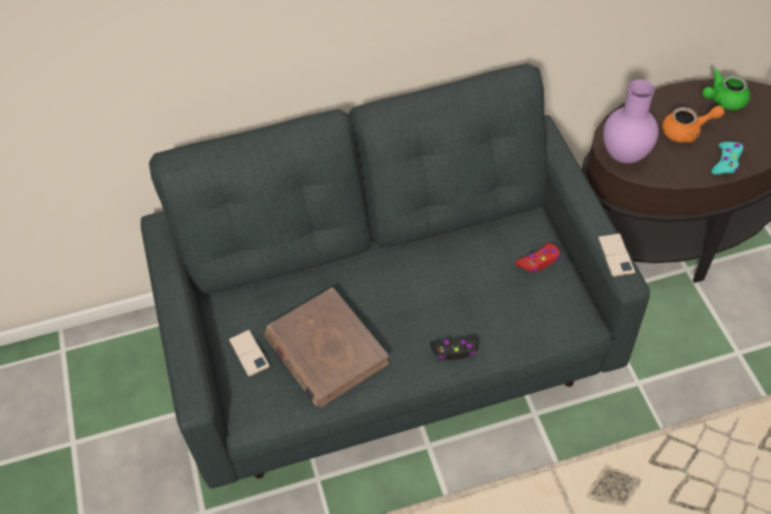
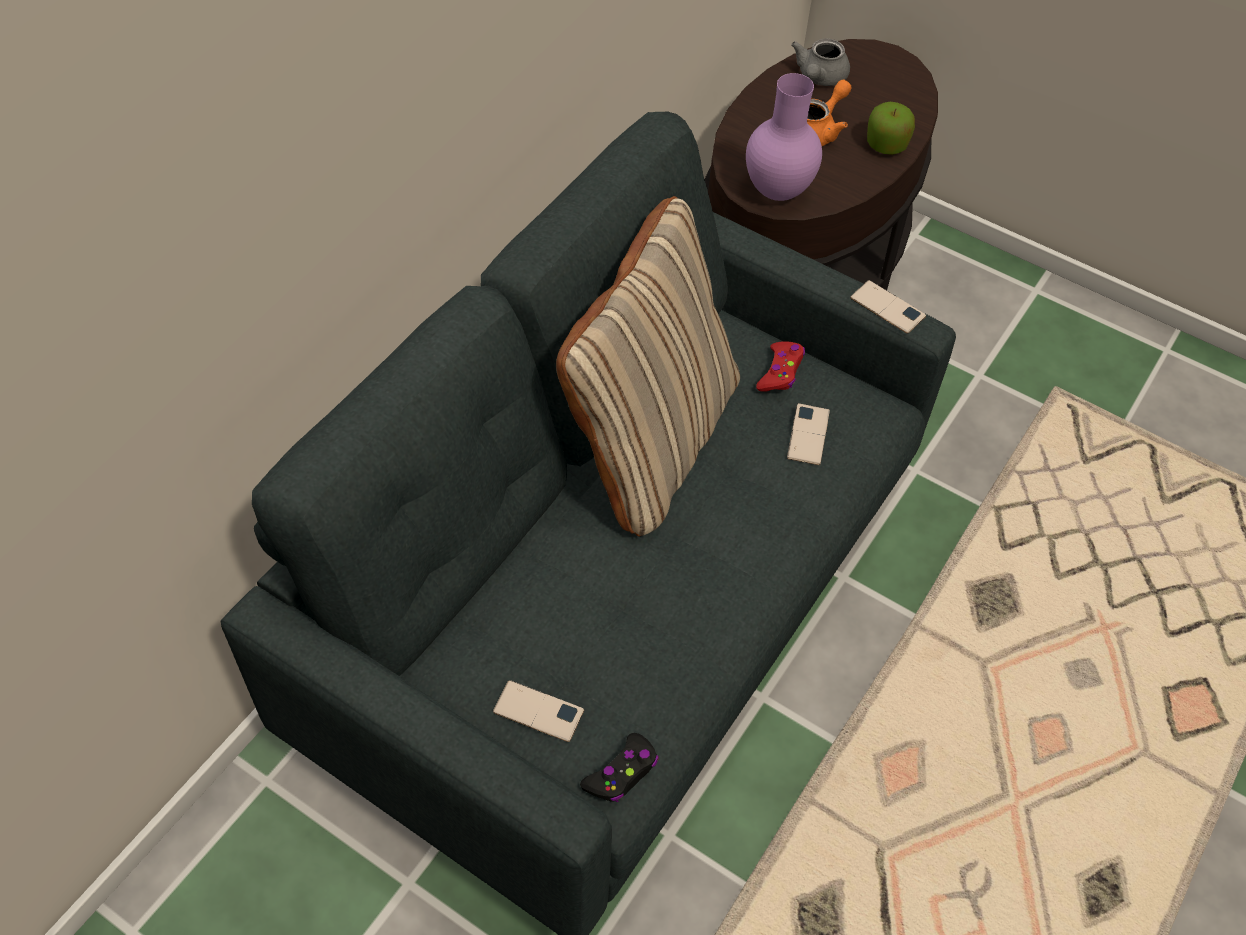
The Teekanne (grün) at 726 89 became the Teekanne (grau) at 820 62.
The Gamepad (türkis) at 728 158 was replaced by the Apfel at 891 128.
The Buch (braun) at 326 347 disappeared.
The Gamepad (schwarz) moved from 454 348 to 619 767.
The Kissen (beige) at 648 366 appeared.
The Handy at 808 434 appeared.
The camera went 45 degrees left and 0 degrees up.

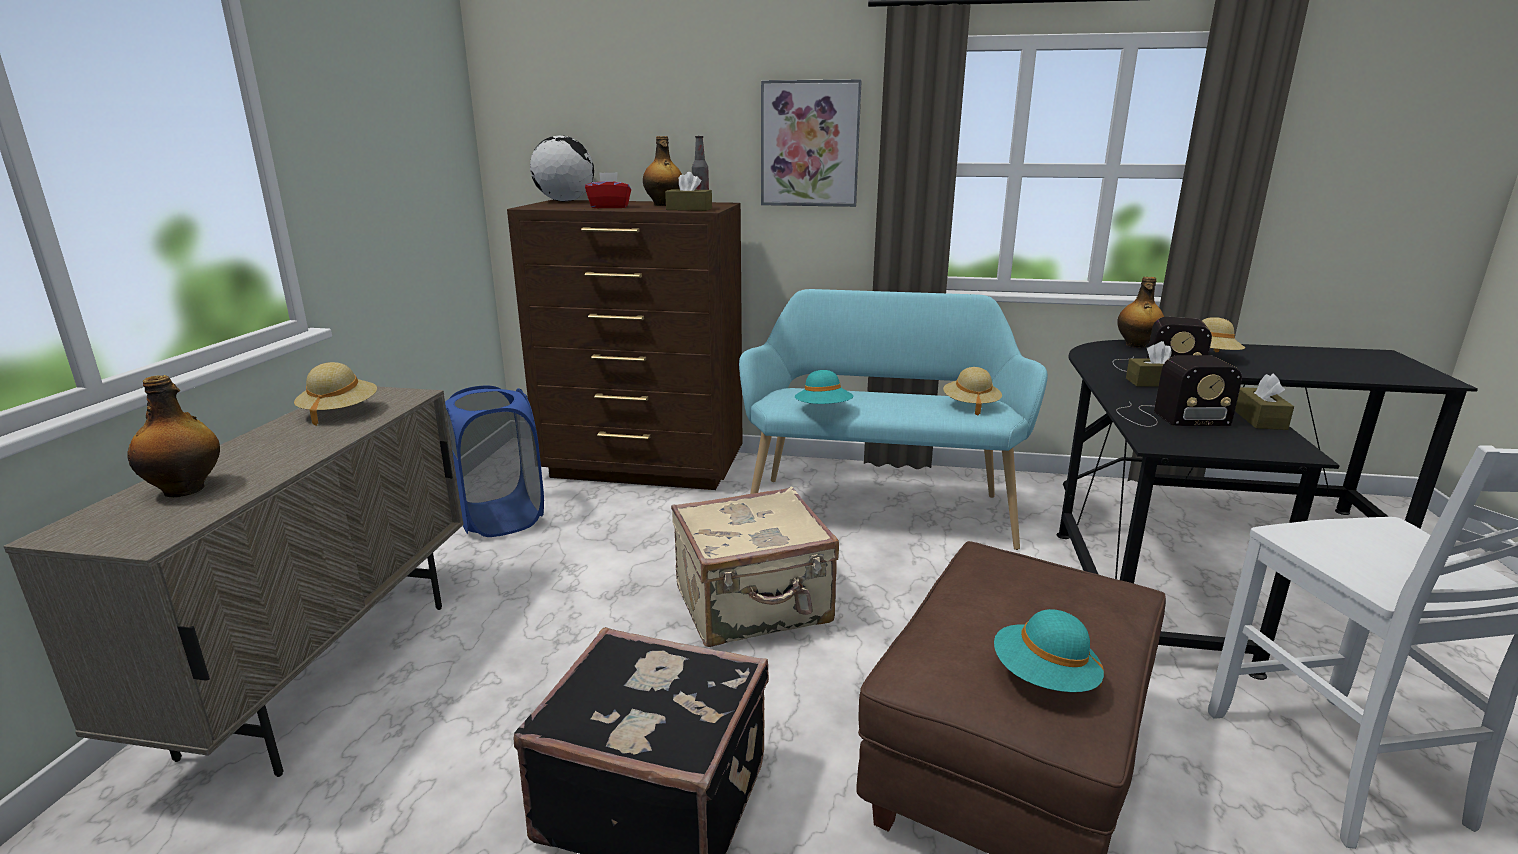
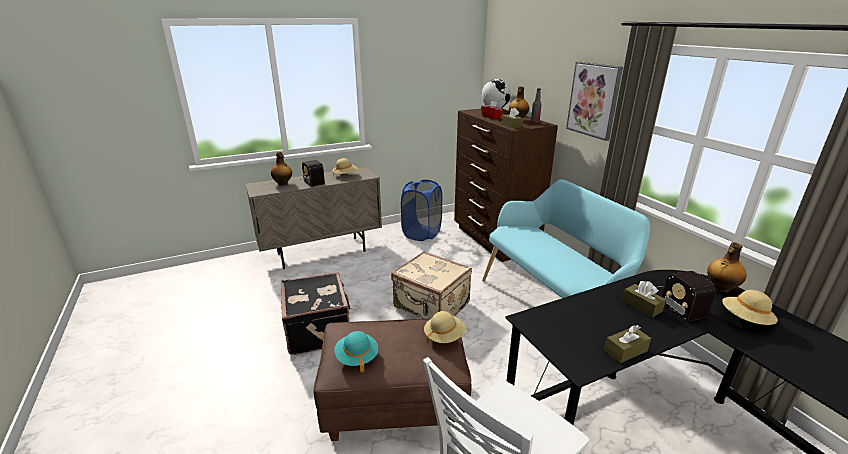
The Radio moved from 1179 391 to 313 173.
The Hut (beige) moved from 972 391 to 444 327.
The Hut (türkis) at 824 387 disappeared.
The camera went 55 degrees right and 5 degrees up.

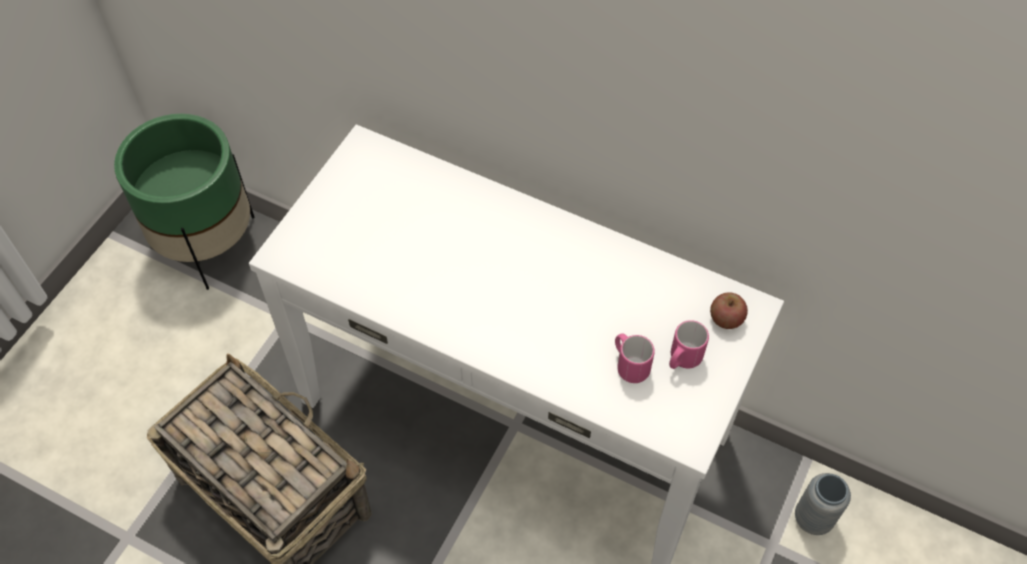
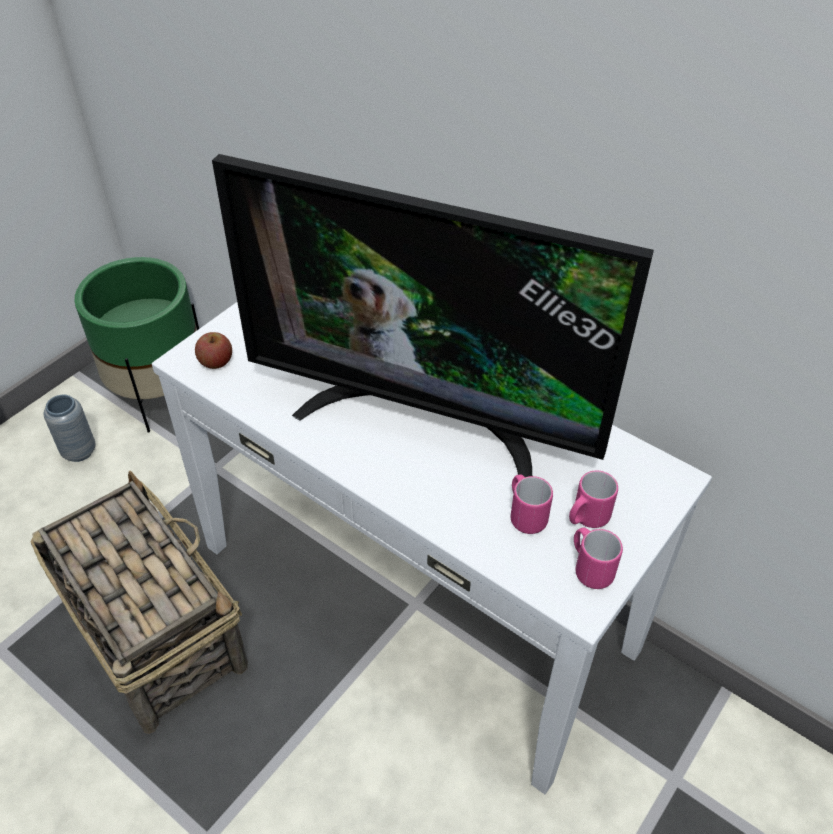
The Apfel moved from 729 310 to 213 350.
The Vase (grau) moved from 823 504 to 69 428.
The Fernseher at 433 315 appeared.
The Henkelbecher (rosa) at 598 558 appeared.
The camera went 10 degrees right and 10 degrees down.

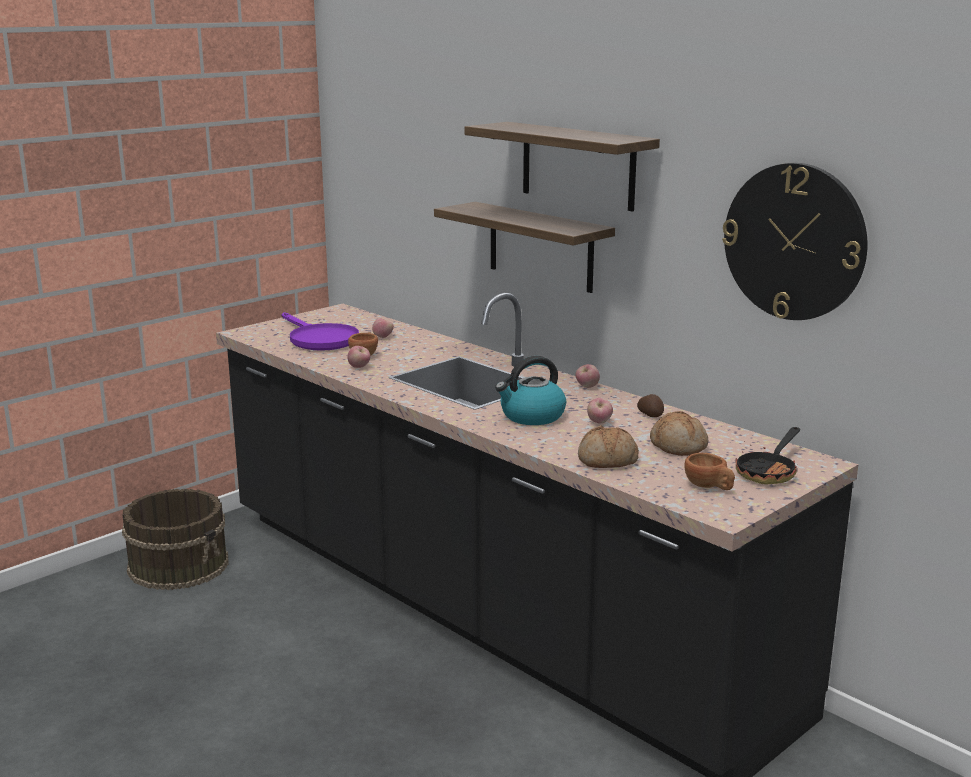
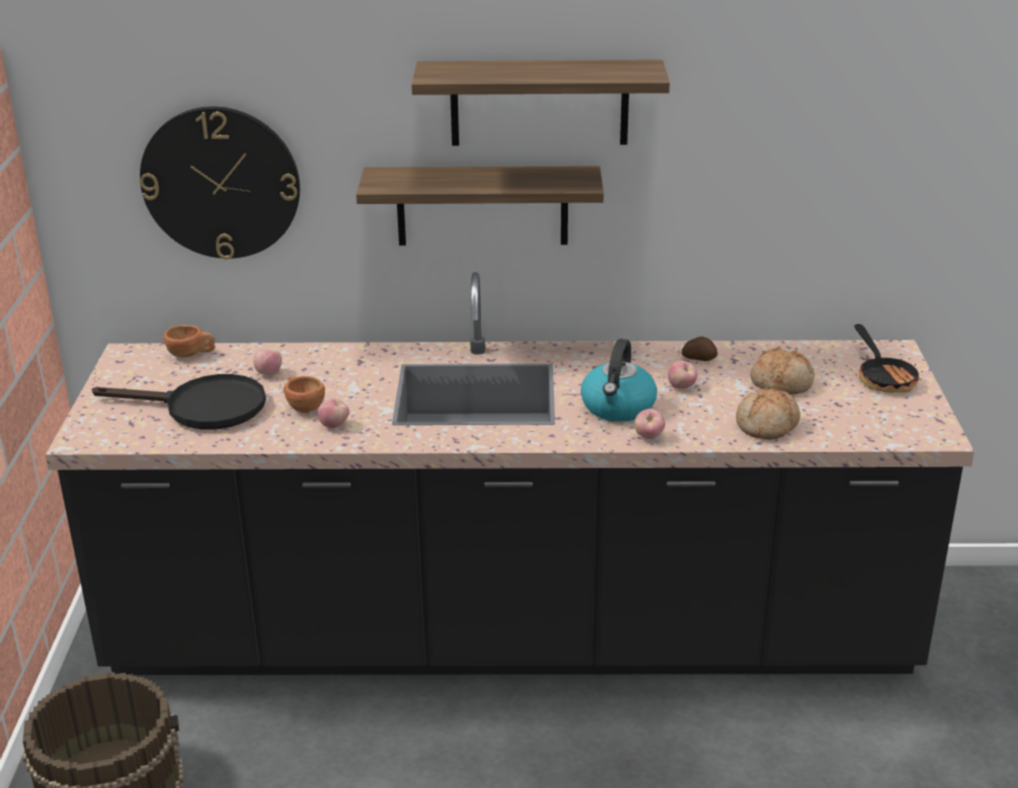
The Wanduhr moved from 794 241 to 220 183.
The Pfanne (lila) at 320 331 became the Pfanne (schwarz) at 179 402.
The Apfel moved from 587 376 to 649 424.
The Tasse (braun) moved from 709 471 to 189 341.
The camera went 45 degrees left and 10 degrees up.

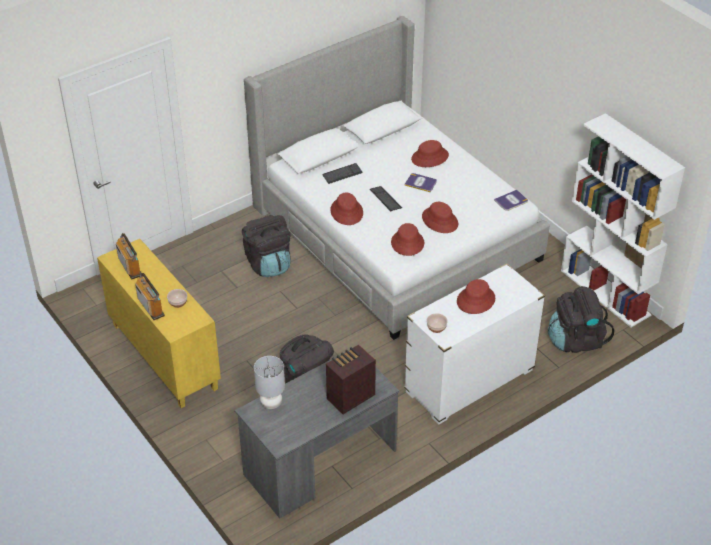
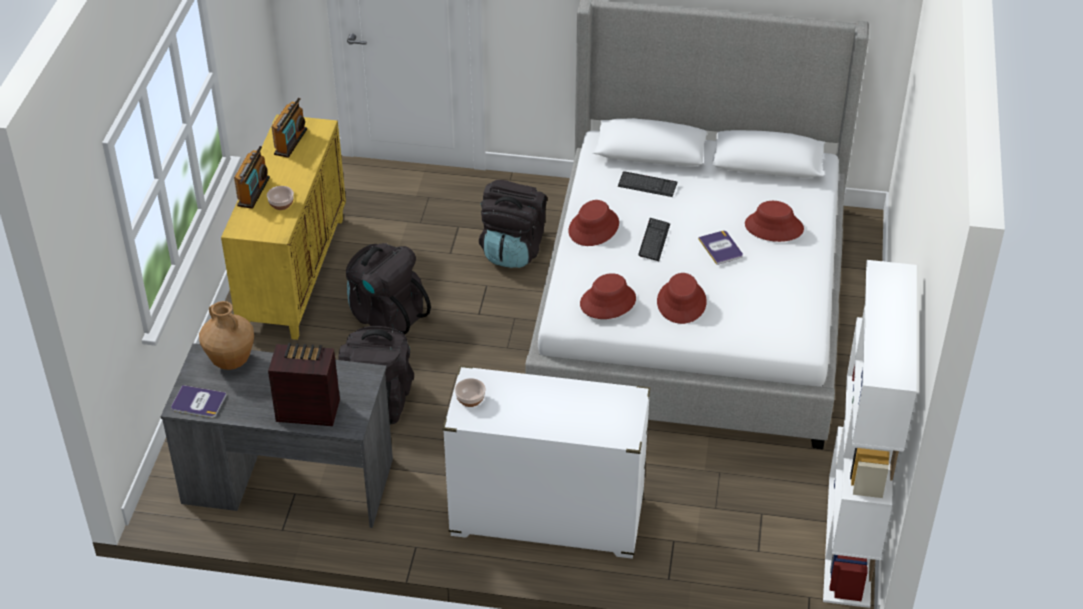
The Buch moved from 511 200 to 199 401.
The Hut (rot) at 476 296 disappeared.
The Rucksack (schwarz) moved from 581 319 to 388 289.
The Tischlampe (grau) at 269 382 was replaced by the Vase (braun) at 226 335.
The camera went 45 degrees right and 0 degrees up.

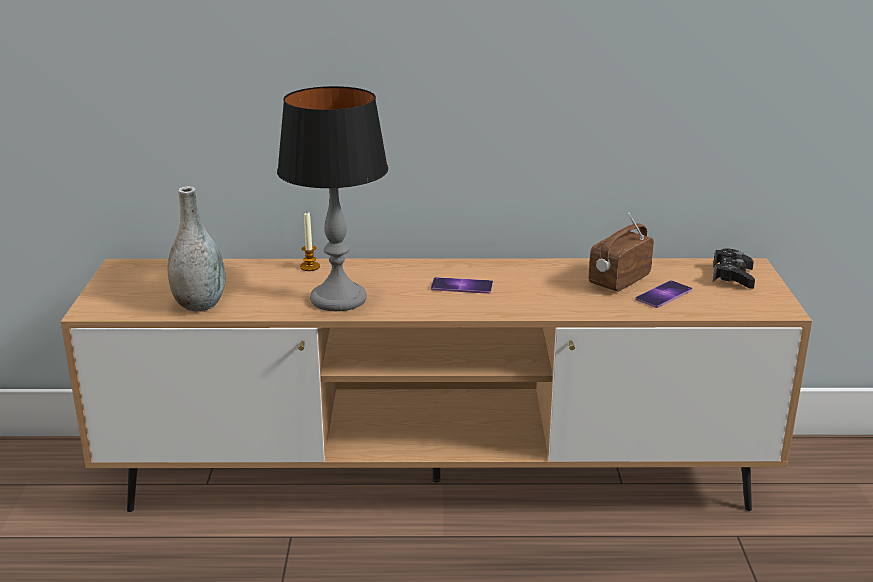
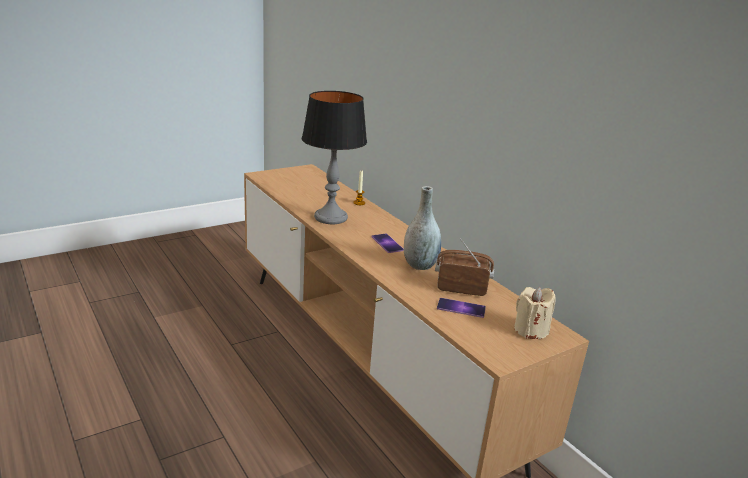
The Vase (grau) moved from 197 249 to 422 228.
The Gamepad (schwarz) at 734 269 was replaced by the Kerze (beige) at 535 313.
The camera went 55 degrees right and 0 degrees up.

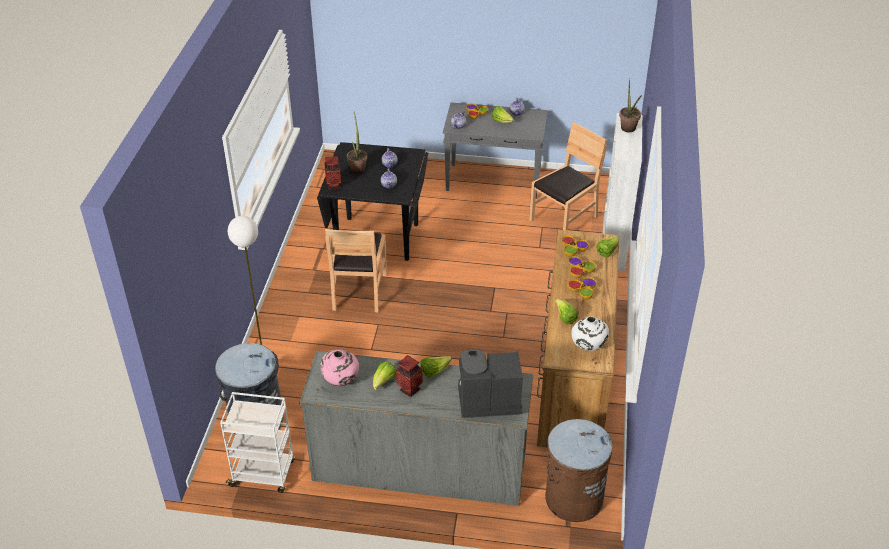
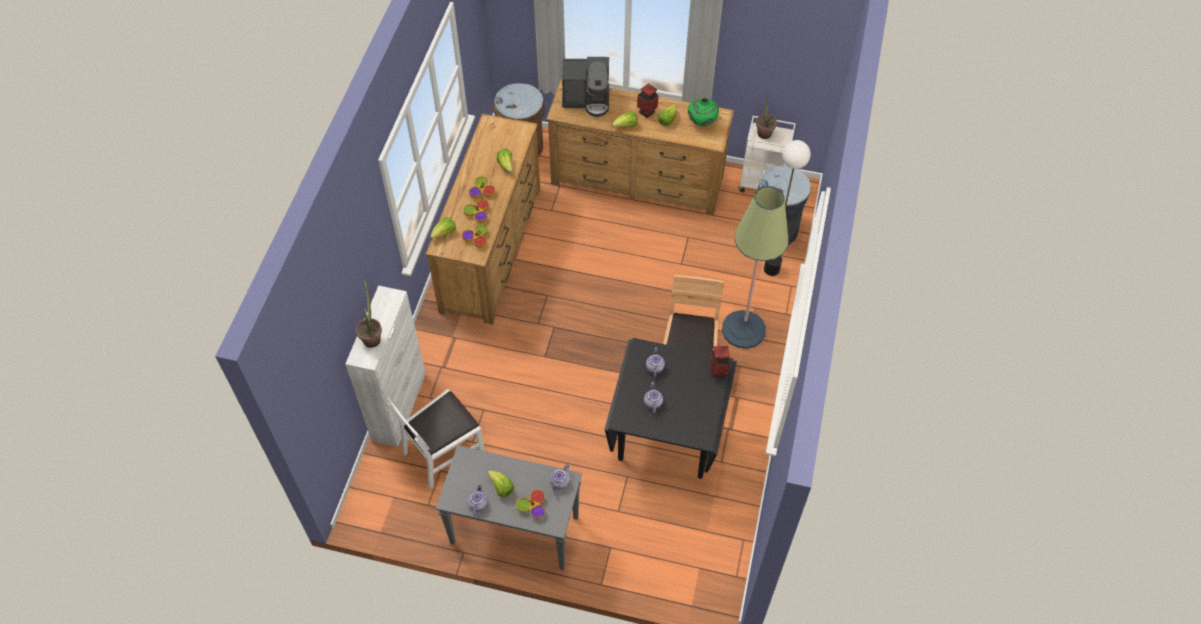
The Topfpflanze moved from 357 143 to 766 117.
The Stuhl (braun) at 568 176 became the Stuhl (weiß) at 436 439.
The Vase (weiß) at 590 333 disappeared.
The Vase (rosa) at 339 367 became the Vase (grün) at 703 112.
The Kommode (grau) at 416 428 became the Kommode (braun) at 640 147.
The Stehlampe at 755 267 appeared.
The camera went 175 degrees left and 15 degrees up.

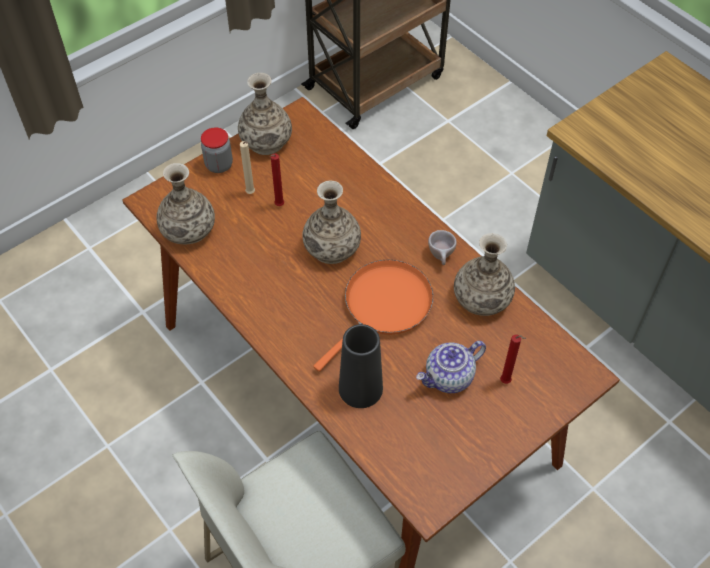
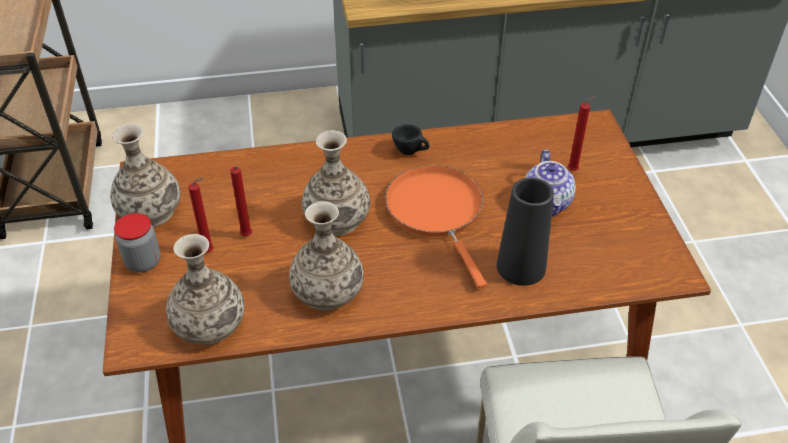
The Kerze (beige) at 247 167 became the Kerze (rot) at 201 215.
The Tasse (beige) at 442 247 became the Tasse (schwarz) at 410 139.
The Vase moved from 484 274 to 326 256.
The camera went 60 degrees left and 10 degrees down.

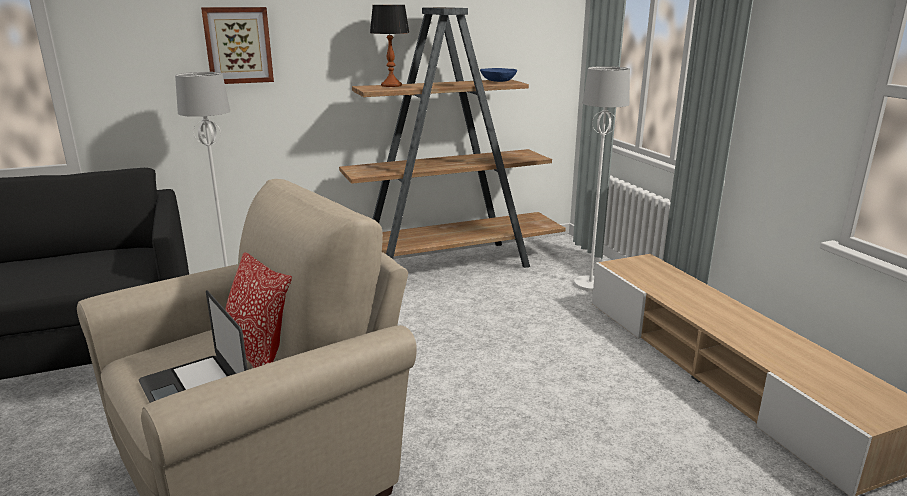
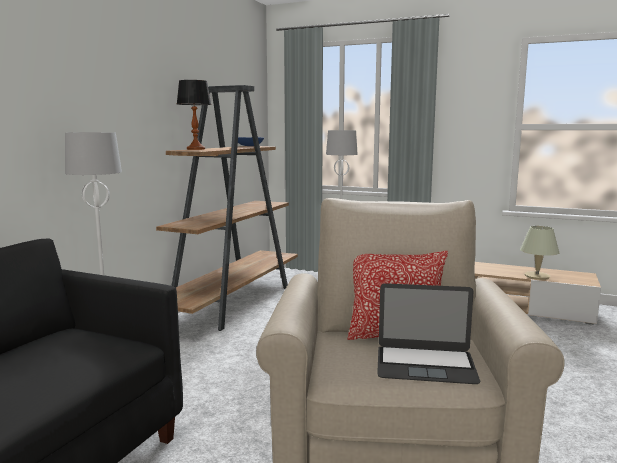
The Bild at 237 45 disappeared.
The Tischlampe (beige) at 539 253 appeared.
The camera went 45 degrees left and 10 degrees down.

